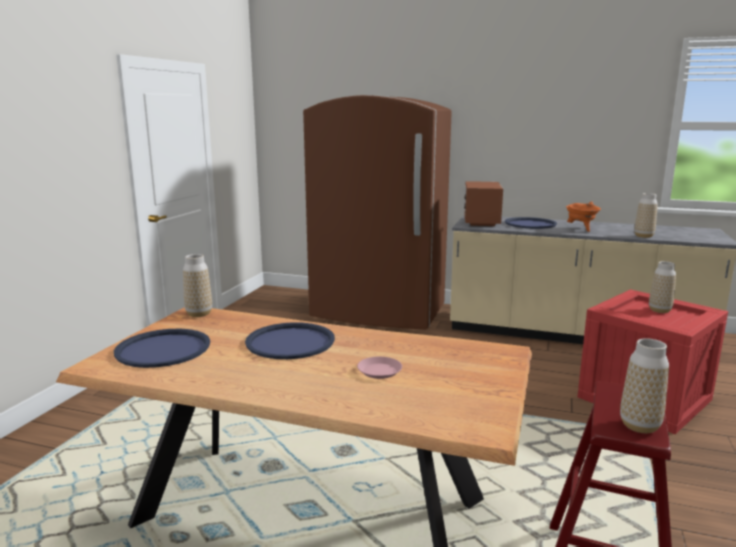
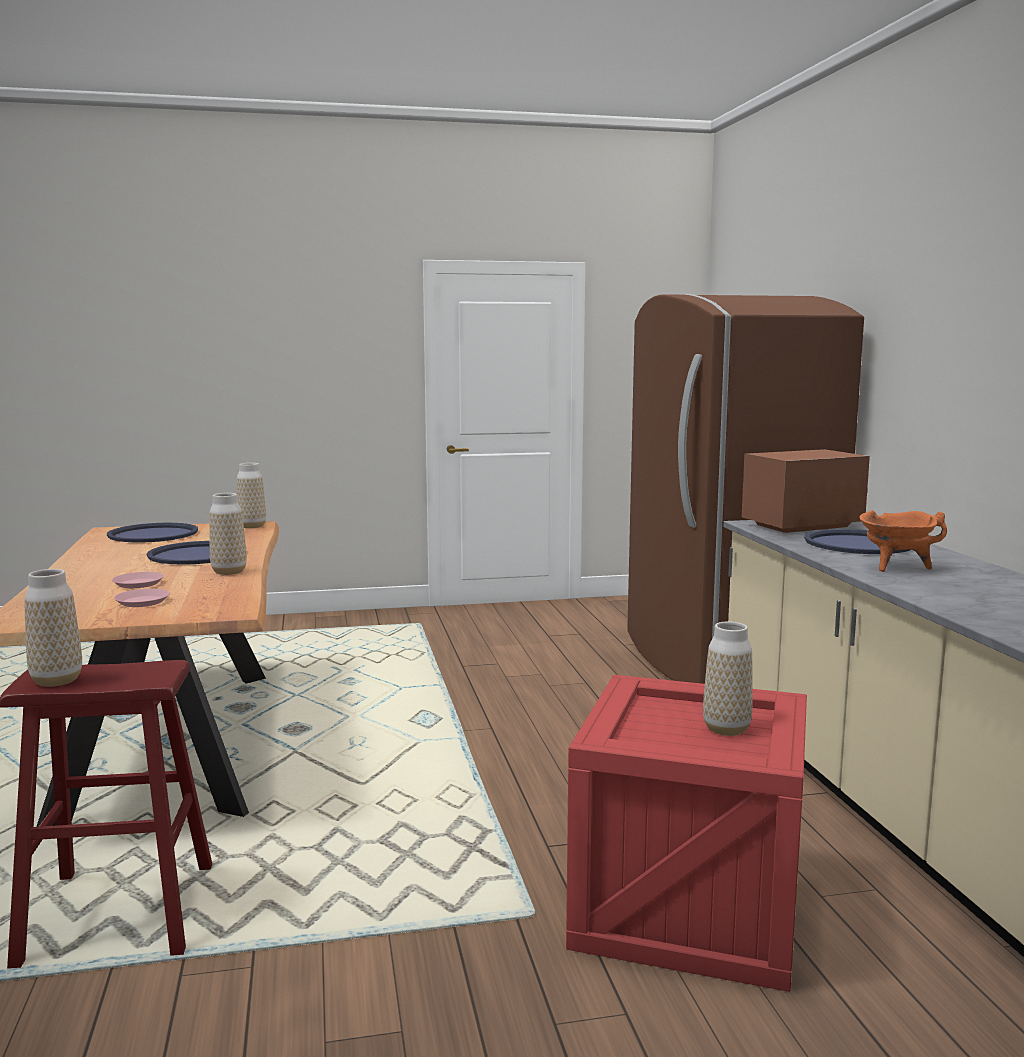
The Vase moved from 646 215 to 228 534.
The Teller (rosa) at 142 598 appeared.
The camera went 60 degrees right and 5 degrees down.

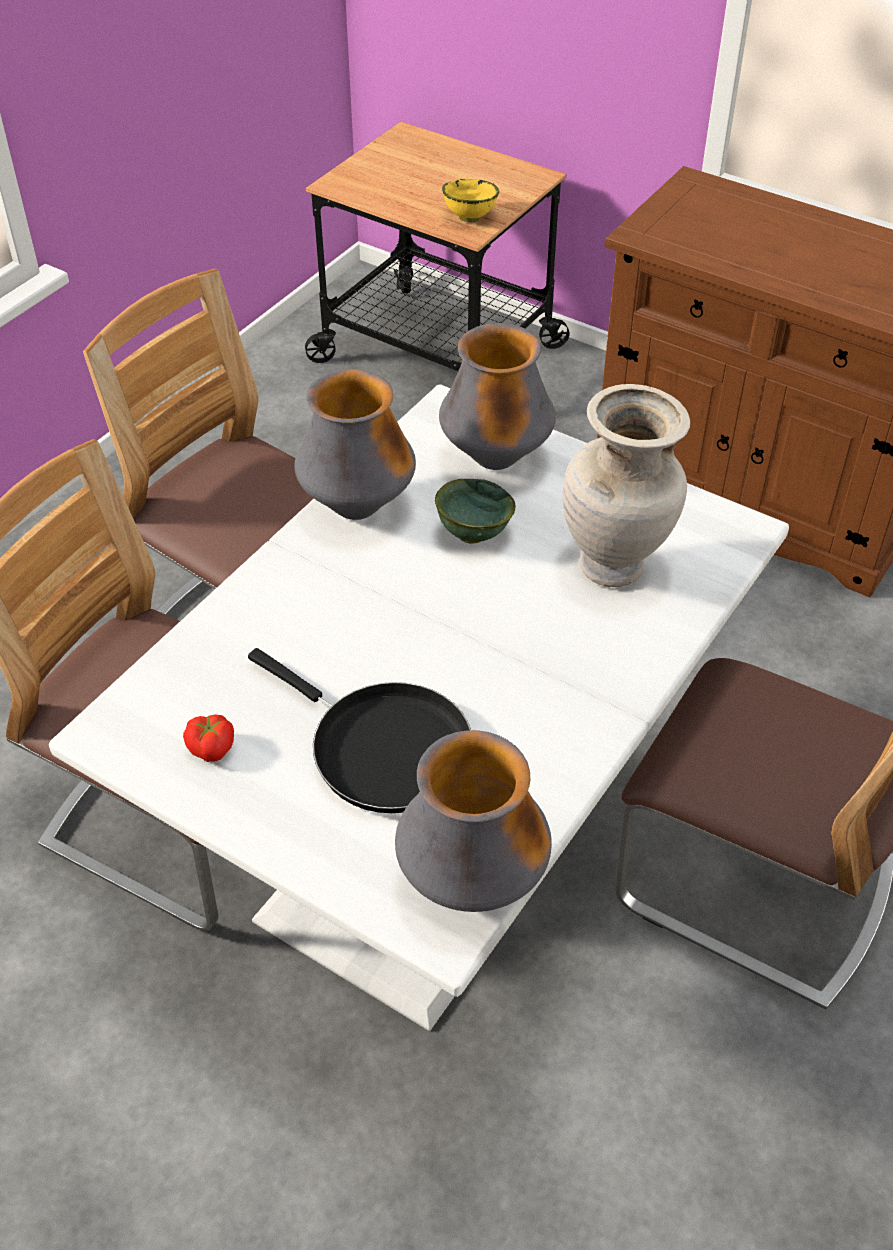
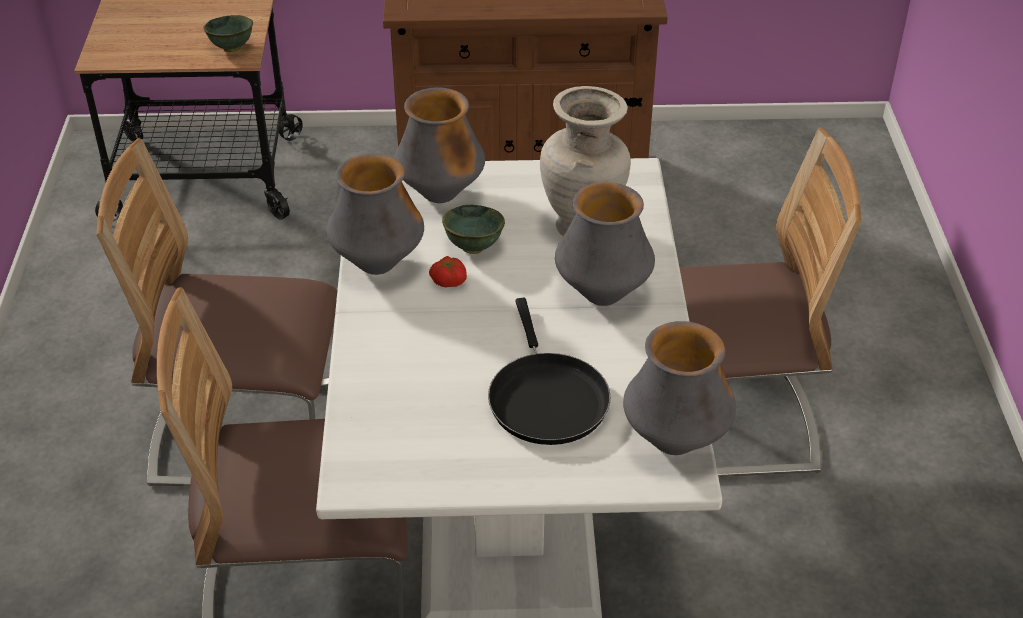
The Schüssel (gelb) at 470 200 became the Schüssel (grün) at 228 33.
The Pfanne (schwarz) at 359 730 turned 75 degrees clockwise.
The Tomate moved from 208 738 to 448 272.
The Vase at 605 244 appeared.
The camera went 35 degrees left and 5 degrees down.

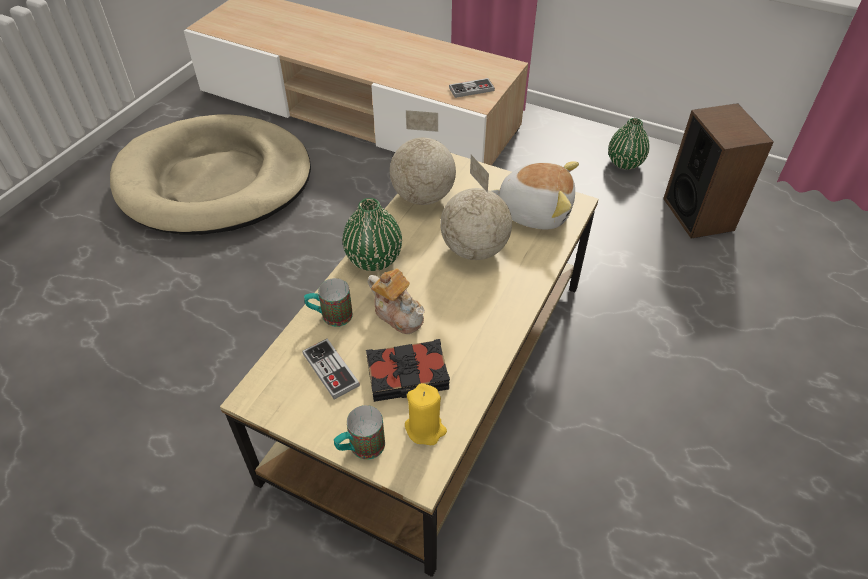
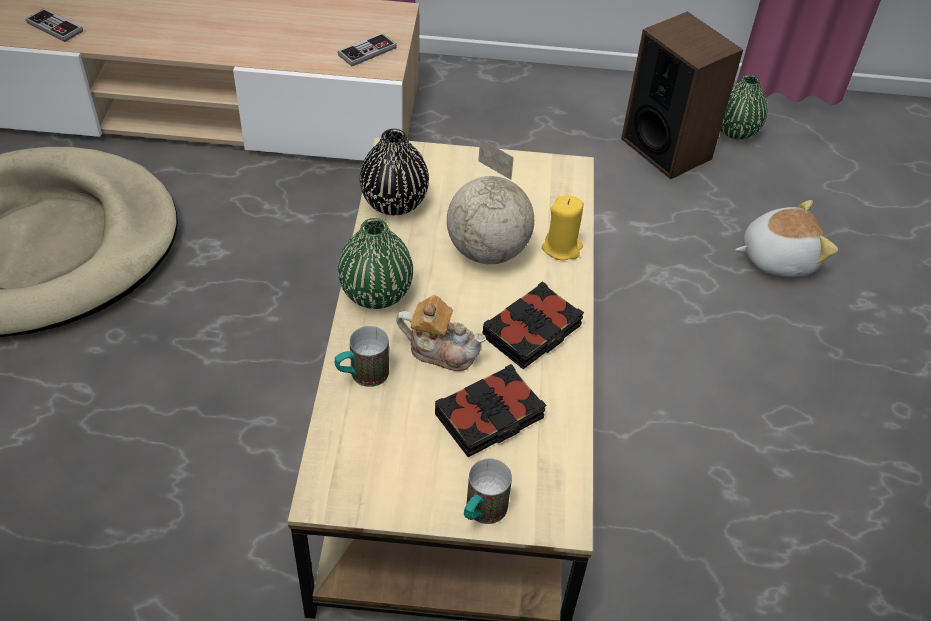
The Globus at 423 157 was replaced by the Vase (schwarz) at 394 172.
The Vase (grün) moved from 629 143 to 744 107.
The Plüschtier moved from 535 195 to 786 238.
The Gamepad moved from 331 369 to 54 25.
The Kerze (gelb) moved from 426 414 to 563 228.
The Buch (schwarz) at 533 325 appeared.
The camera went 25 degrees left and 0 degrees up.

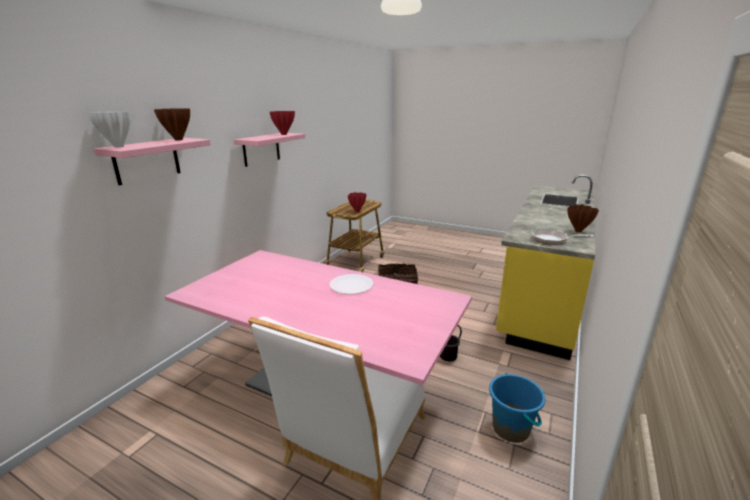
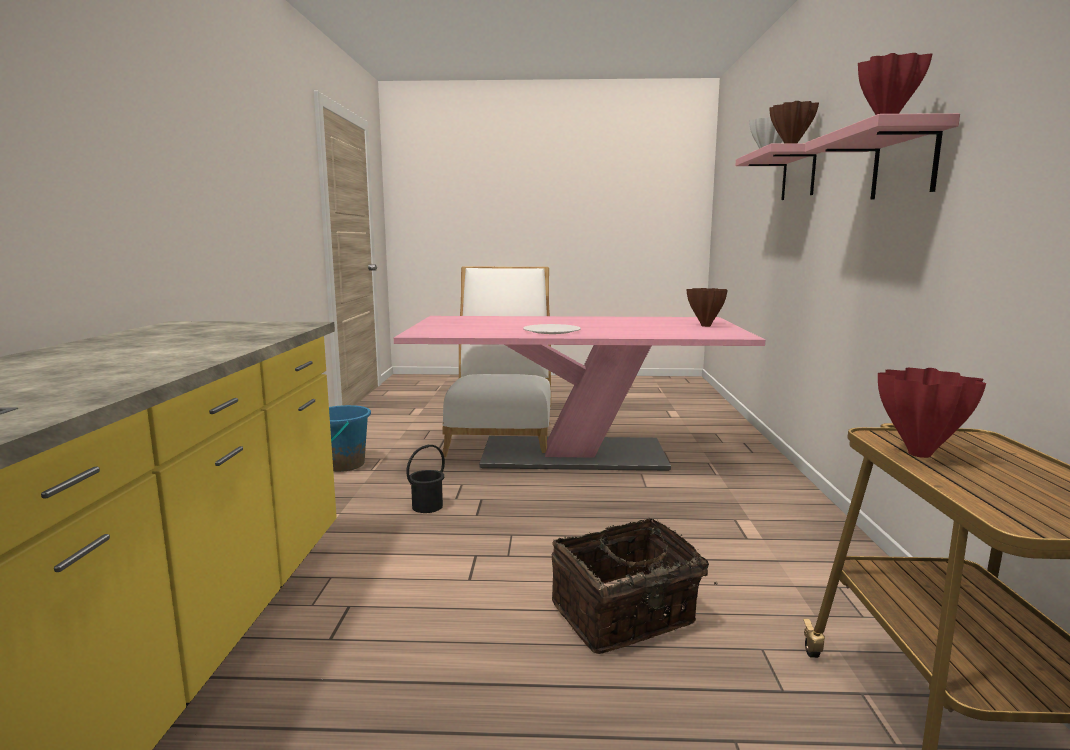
The Vase (braun) moved from 583 218 to 707 307.
The Pfanne at 562 237 disappeared.
The camera went 155 degrees right and 10 degrees down.

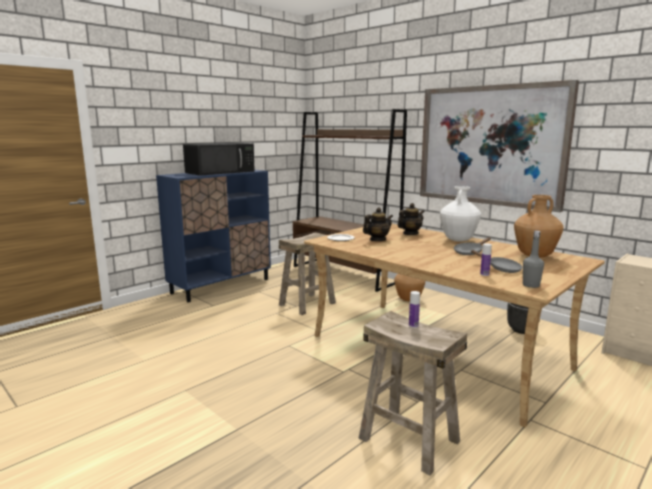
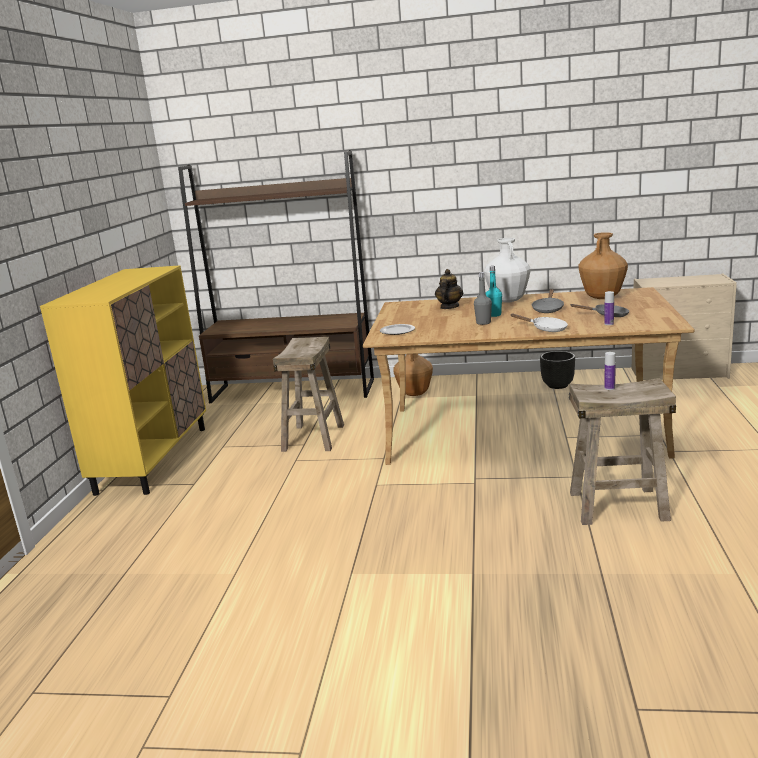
The Bild at 499 146 disappeared.
The Mikrowelle (schwarz) at 219 159 disappeared.
The Schrank (blau) at 213 236 became the Schrank (gelb) at 123 380.
The Teekanne at 378 224 disappeared.
The Flasche (grau) moved from 533 259 to 483 298.
The Flasche (türkis) at 494 291 appeared.
The Pfanne (weiß) at 539 323 appeared.
The camera went 35 degrees left and 5 degrees up.

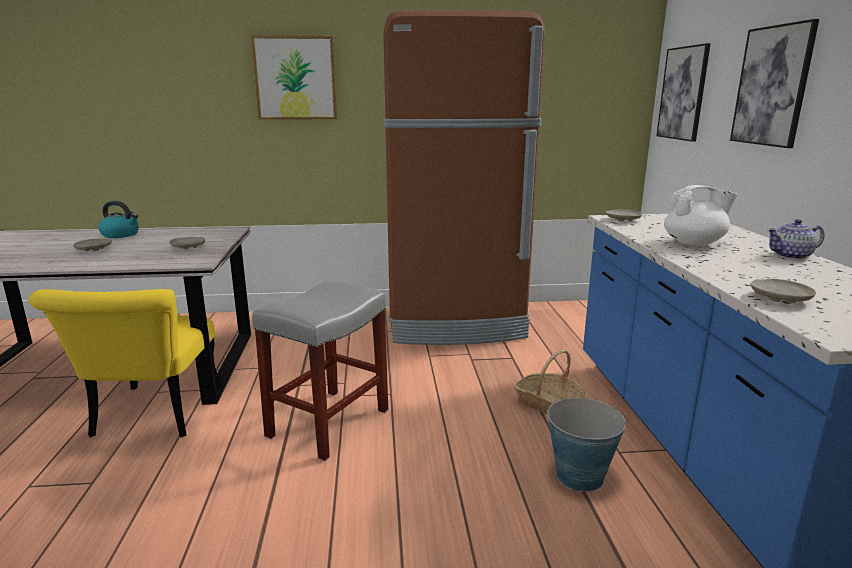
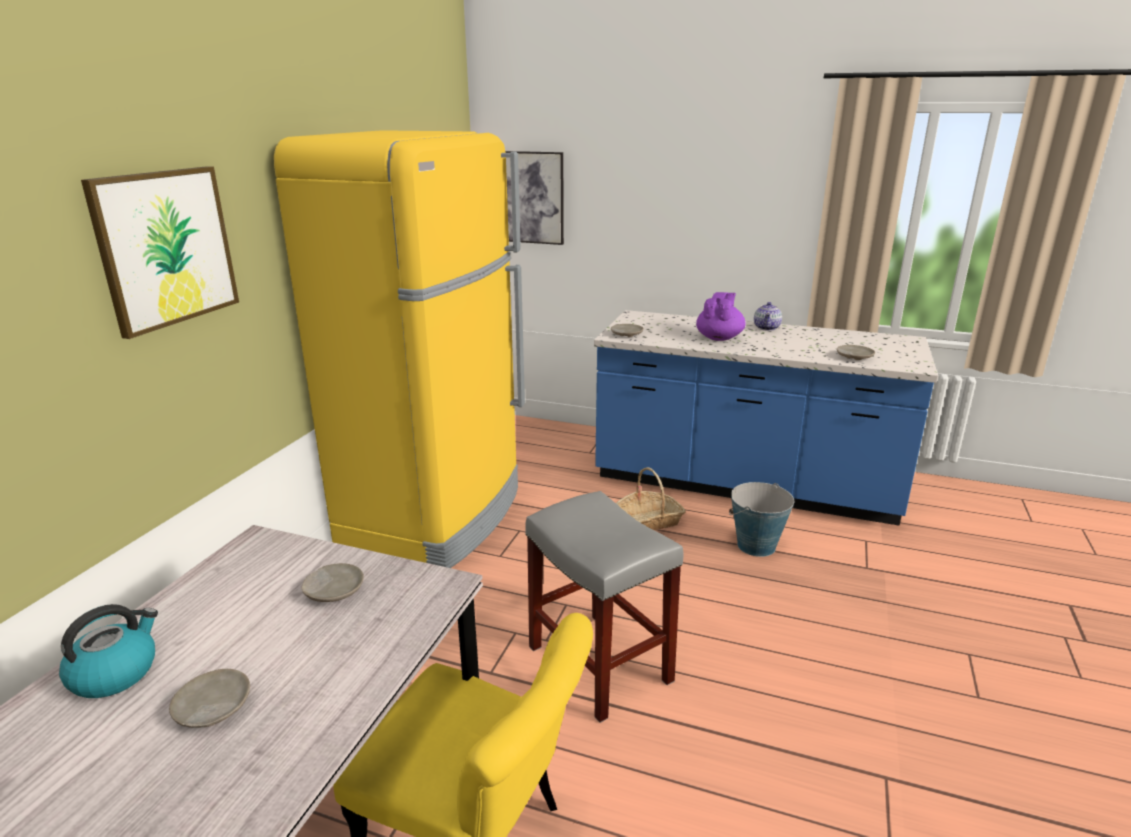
The Kühlschrank (braun) at 464 177 became the Kühlschrank (gelb) at 399 349.
The Bild at 774 83 disappeared.
The Teekanne (weiß) at 701 215 became the Teekanne (lila) at 721 316.
The camera went 65 degrees left and 5 degrees up.

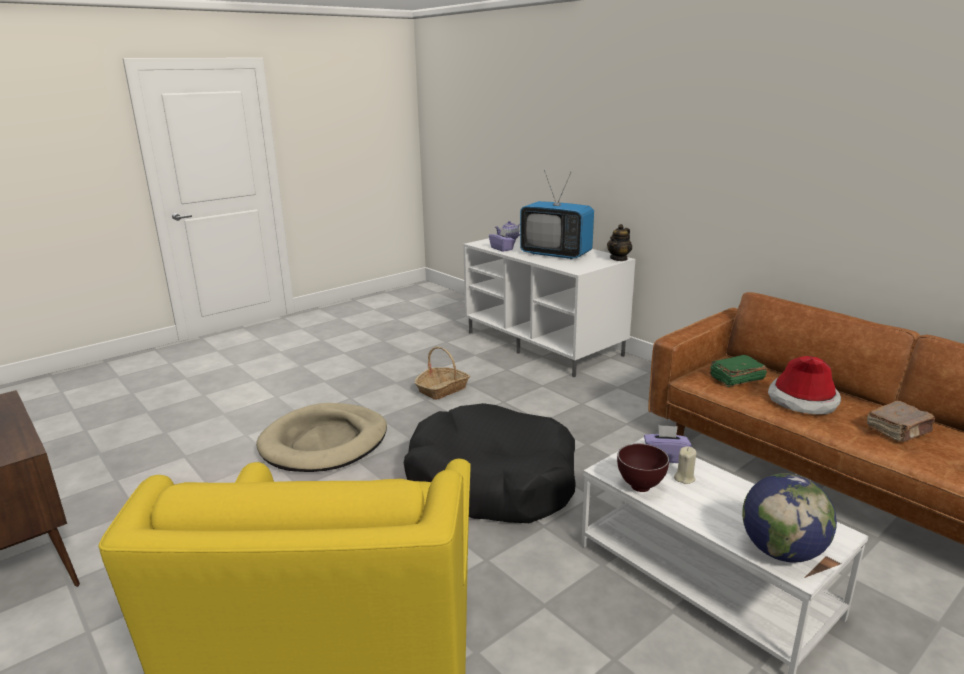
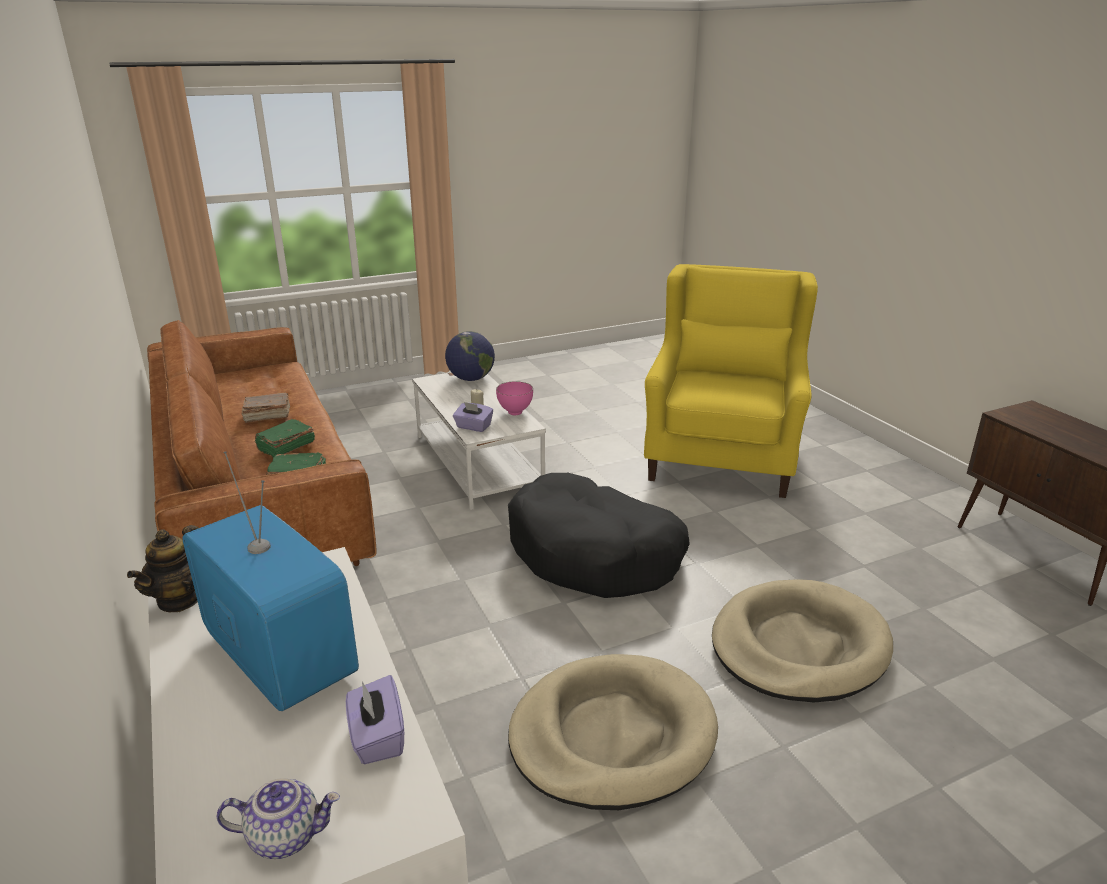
The Teekanne at 619 242 turned 150 degrees clockwise.
The Korb at 442 373 was replaced by the Hundebett (beige) at 613 732.
The Hut at 804 385 was replaced by the Buch (grün) at 285 438.
The Schüssel (braun) at 643 468 became the Schüssel (rosa) at 514 398.
The camera went 165 degrees left and 5 degrees up.

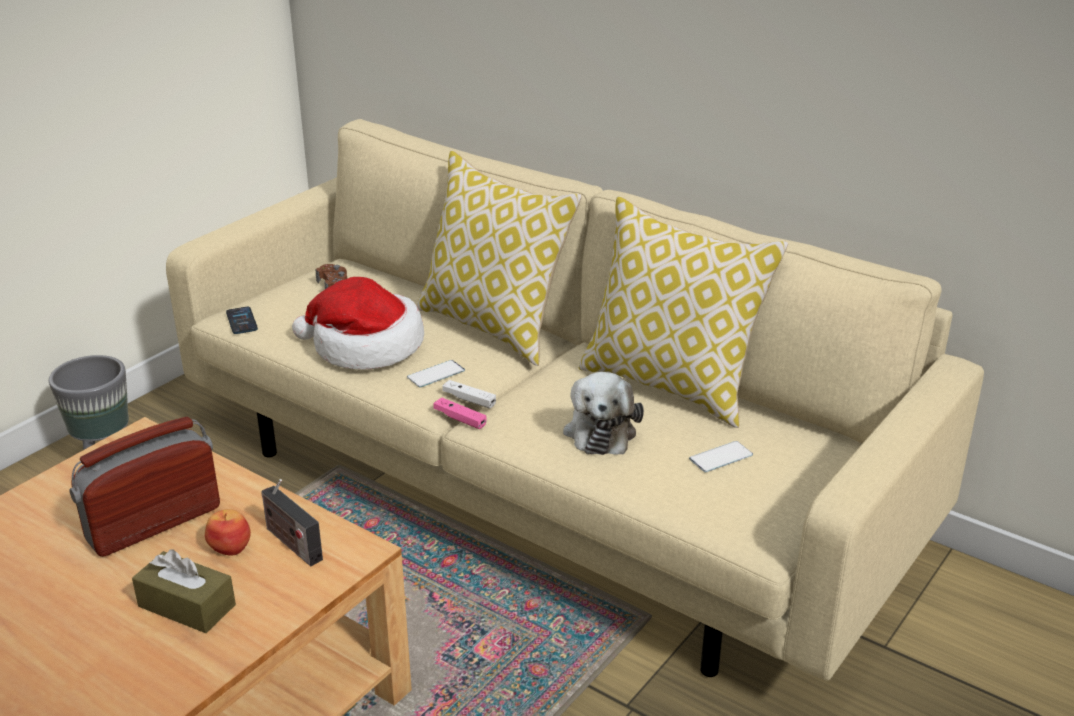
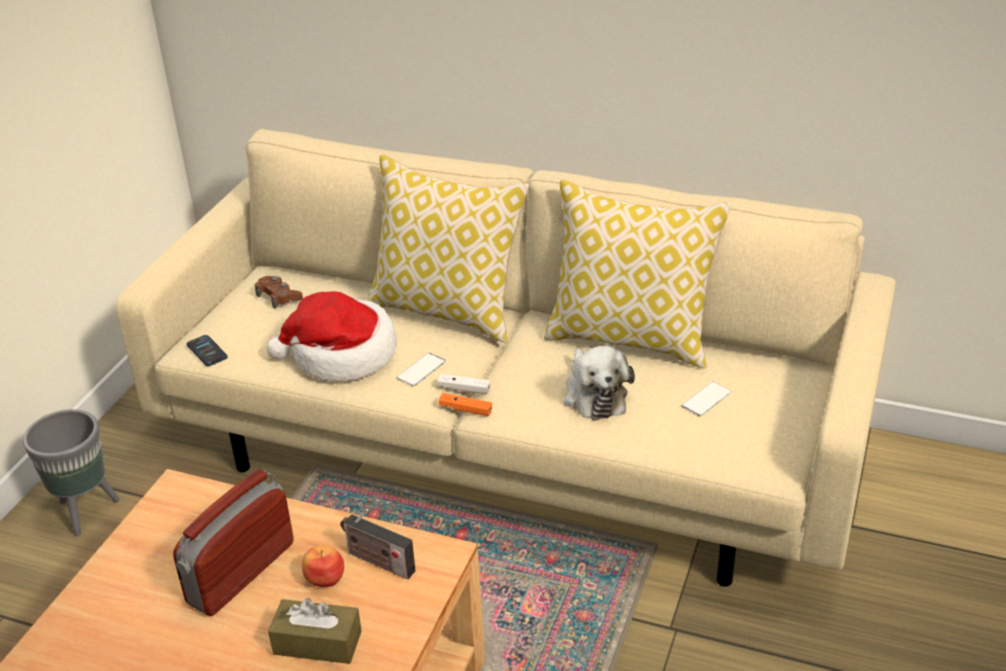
The Gamepad (rosa) at 460 413 became the Gamepad (orange) at 465 404.
The camera went 15 degrees left and 5 degrees up.

